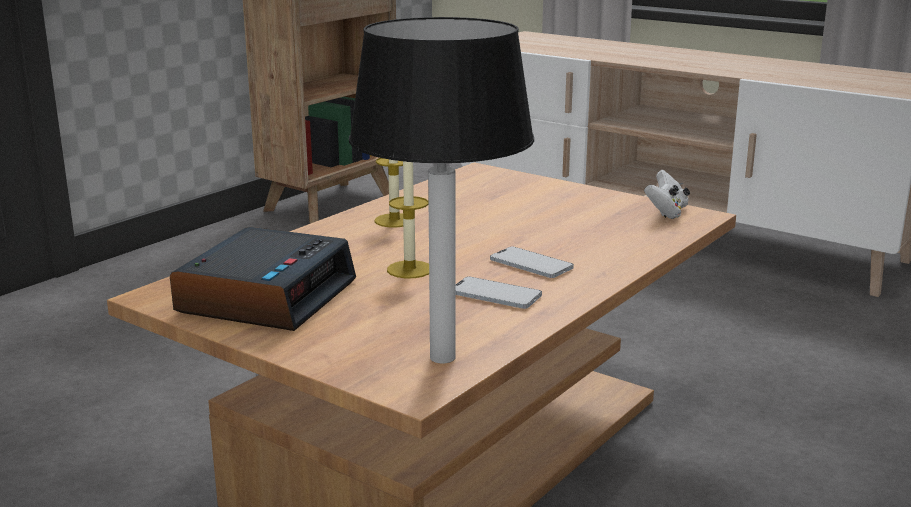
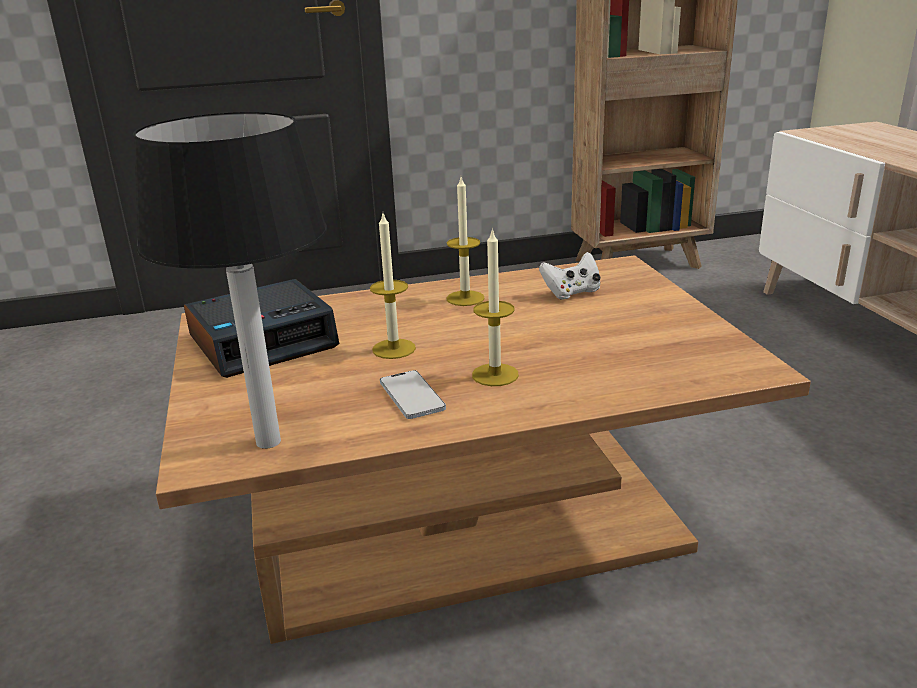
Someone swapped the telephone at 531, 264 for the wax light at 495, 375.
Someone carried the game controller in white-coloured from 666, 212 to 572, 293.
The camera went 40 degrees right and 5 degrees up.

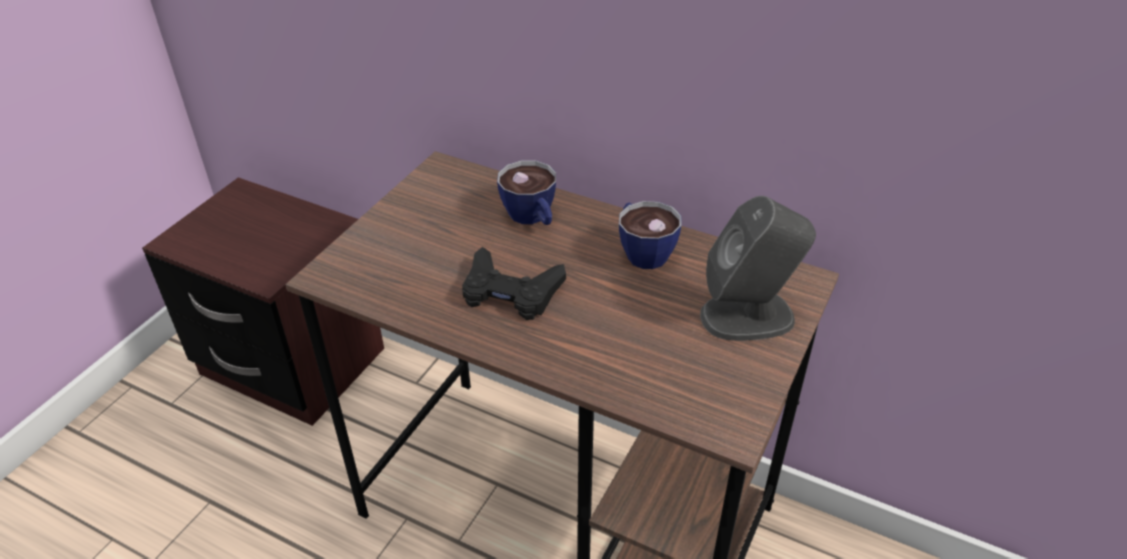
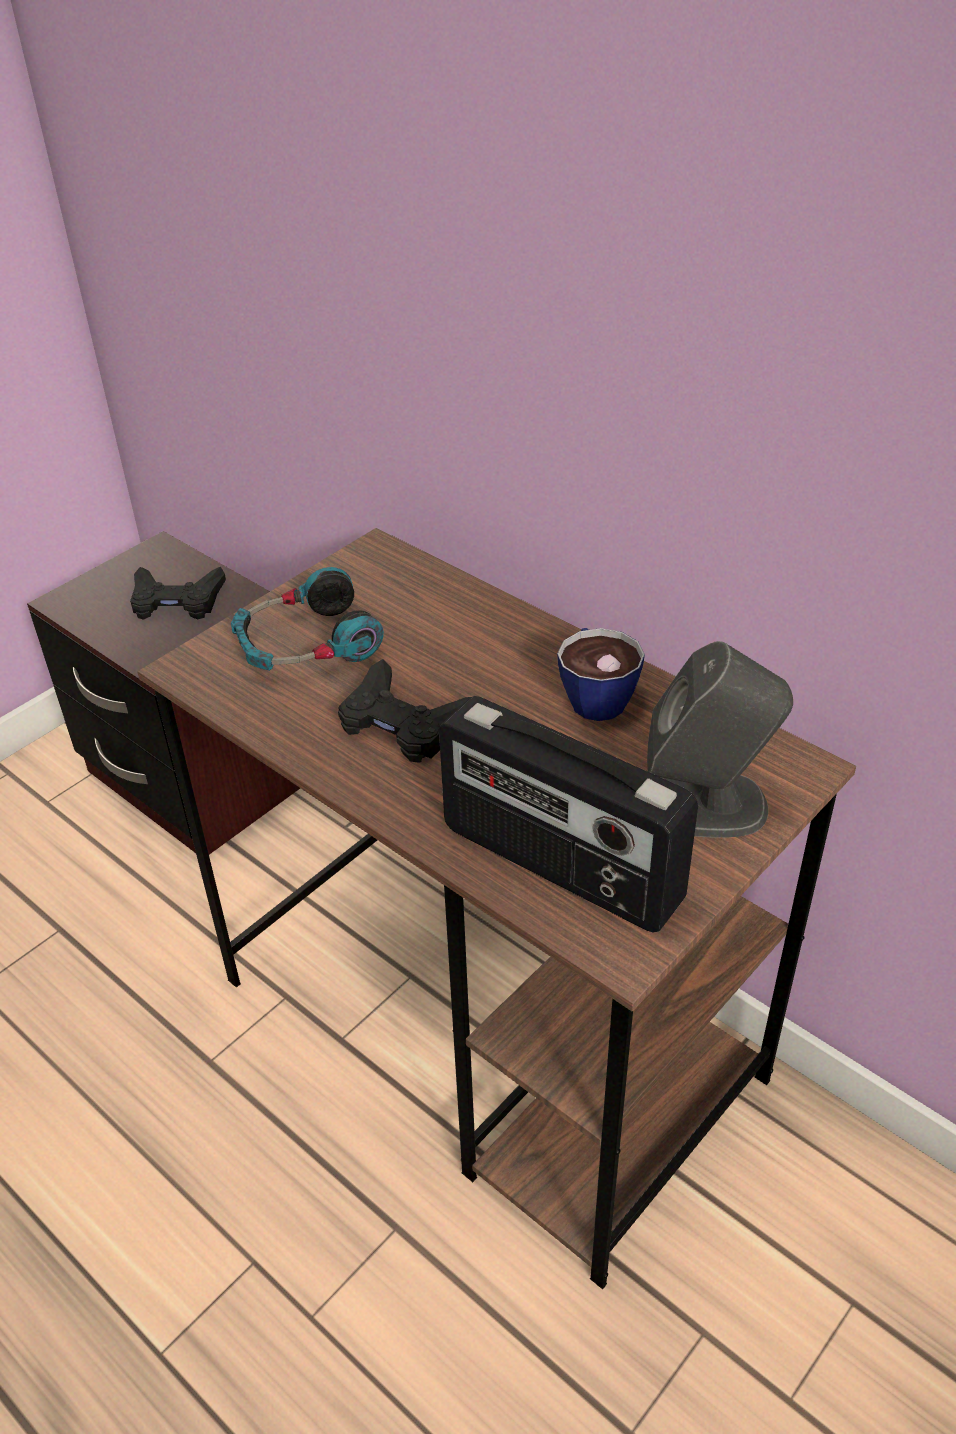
Someone took away the drinking cup at 532, 218.
Someone put down the game controller in black at 176, 601.
Someone put down the headset at 307, 644.
Someone put down the radio set at 559, 866.
The camera went 15 degrees right and 0 degrees up.

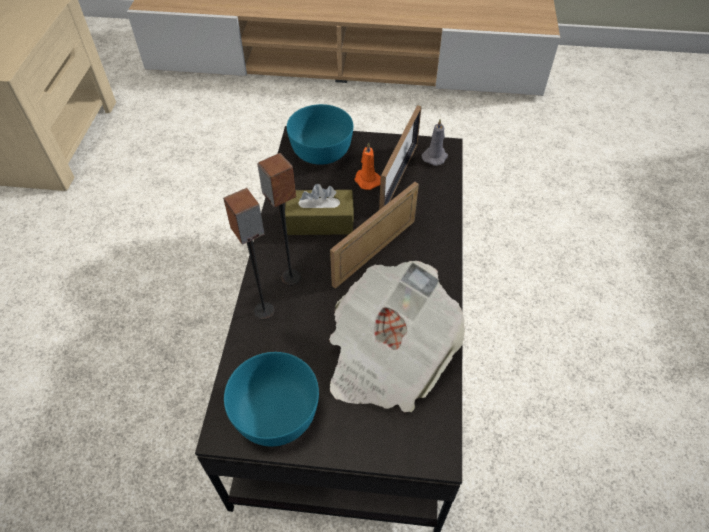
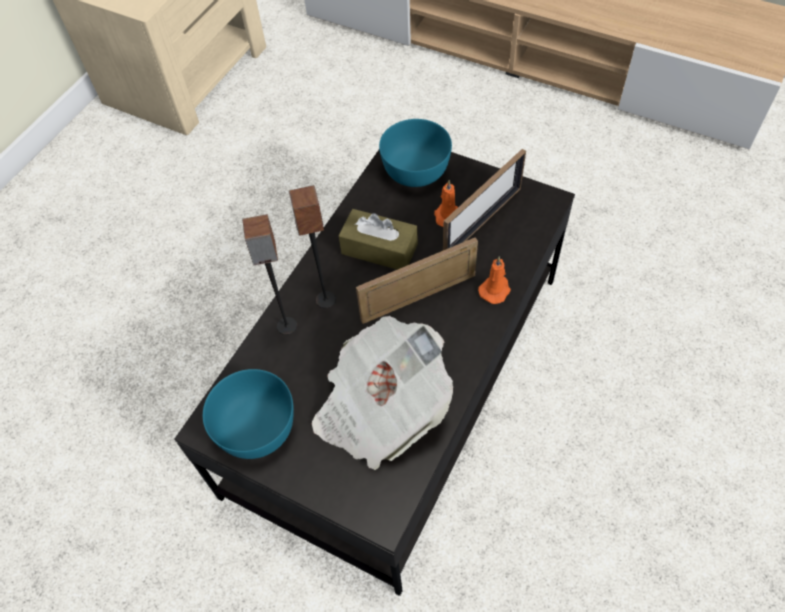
Someone took away the wax light in gray at 435, 156.
Someone put down the wax light in orange-coloured at 495, 290.
The camera went 25 degrees right and 5 degrees up.

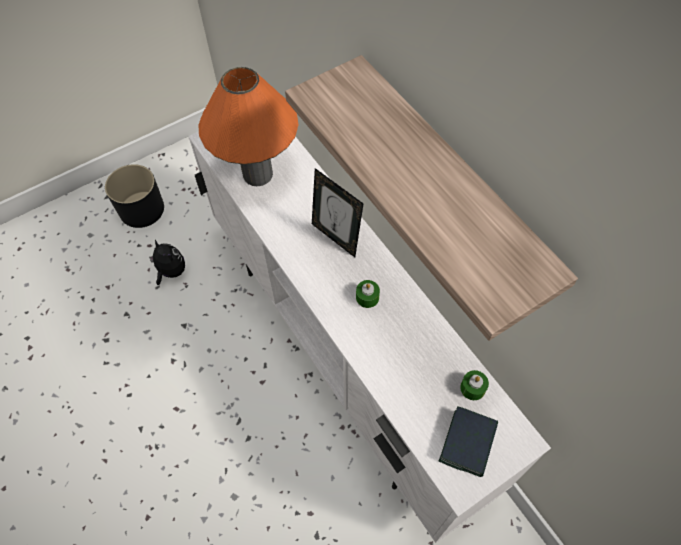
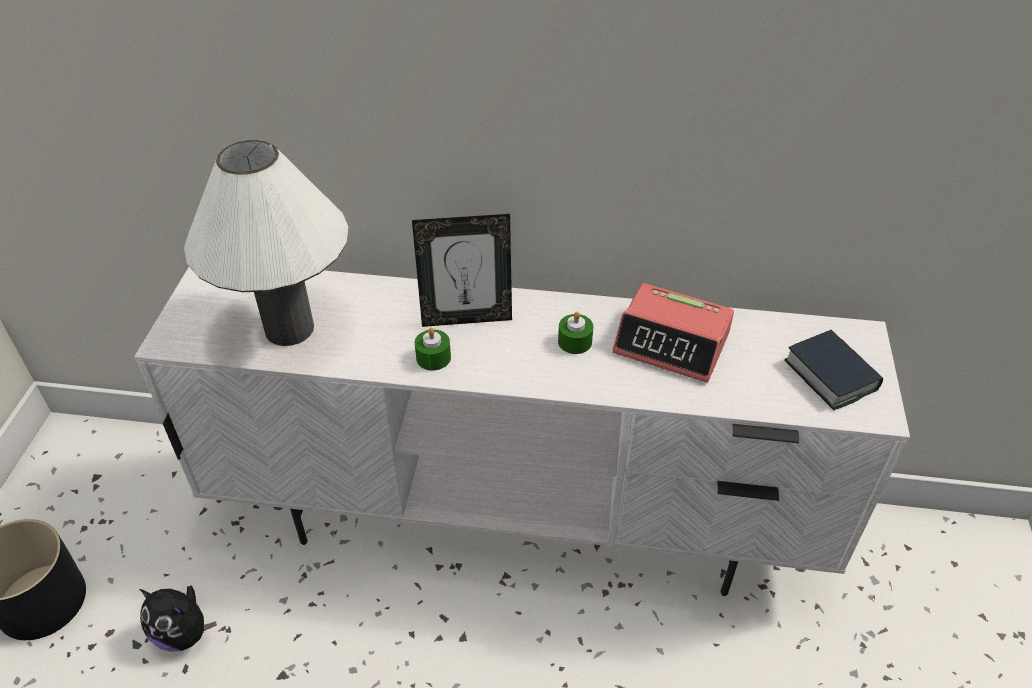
Someone rotated the plush toy at 171, 271 by 150 degrees counterclockwise.
Someone repainted the tabletop lamp in orange-coloured at 258, 174, which became the tabletop lamp in white-coloured at 289, 328.
Someone took away the bracket shelf at 451, 181.
Someone carried the wax light in green from 473, 388 to 433, 358.
Someone put down the bedside clock at 672, 343.
The camera went 50 degrees left and 15 degrees down.

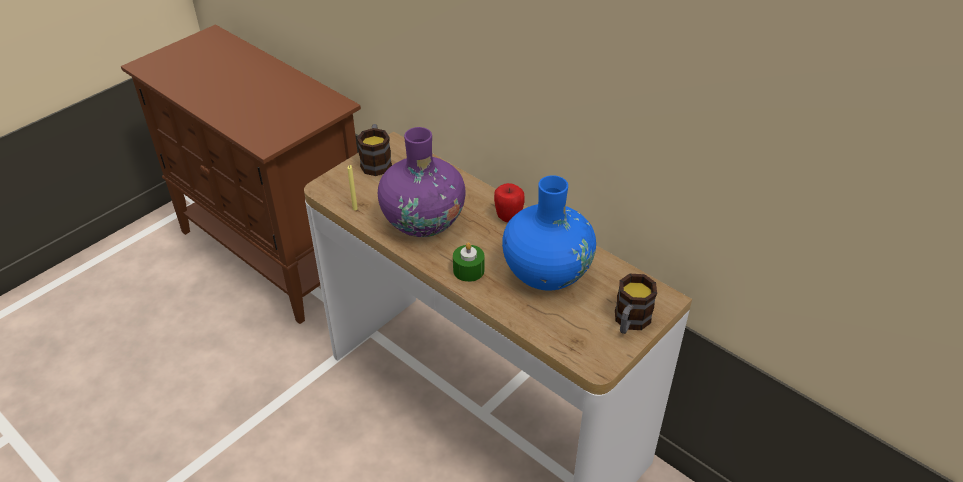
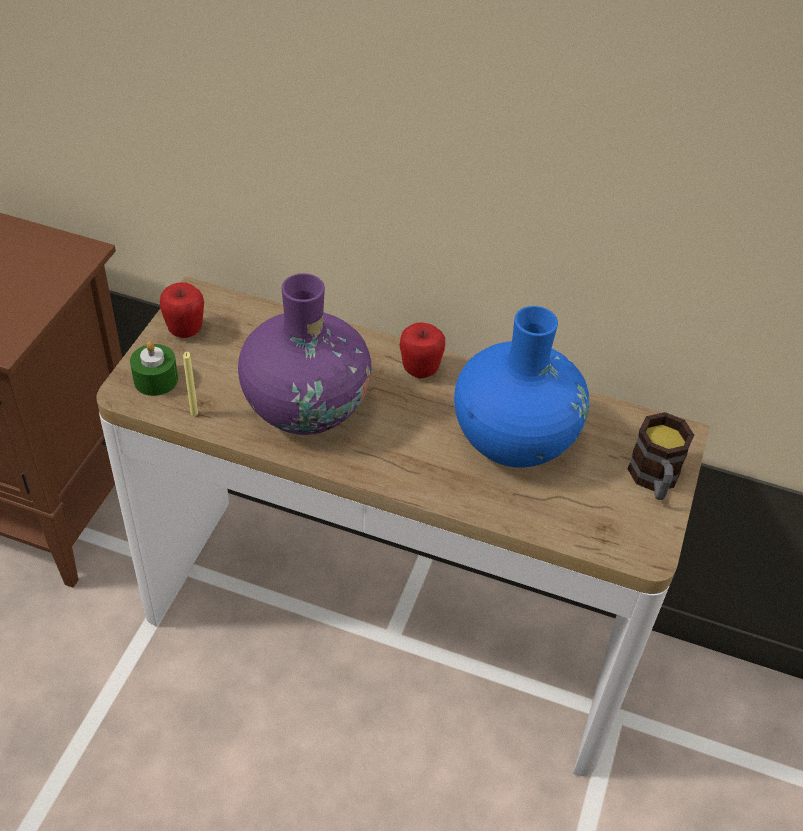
Someone swapped the tea mug at 376, 161 for the apple at 185, 330.
Someone carried the wax light in green from 468, 270 to 155, 379.
The camera went 25 degrees left and 5 degrees up.

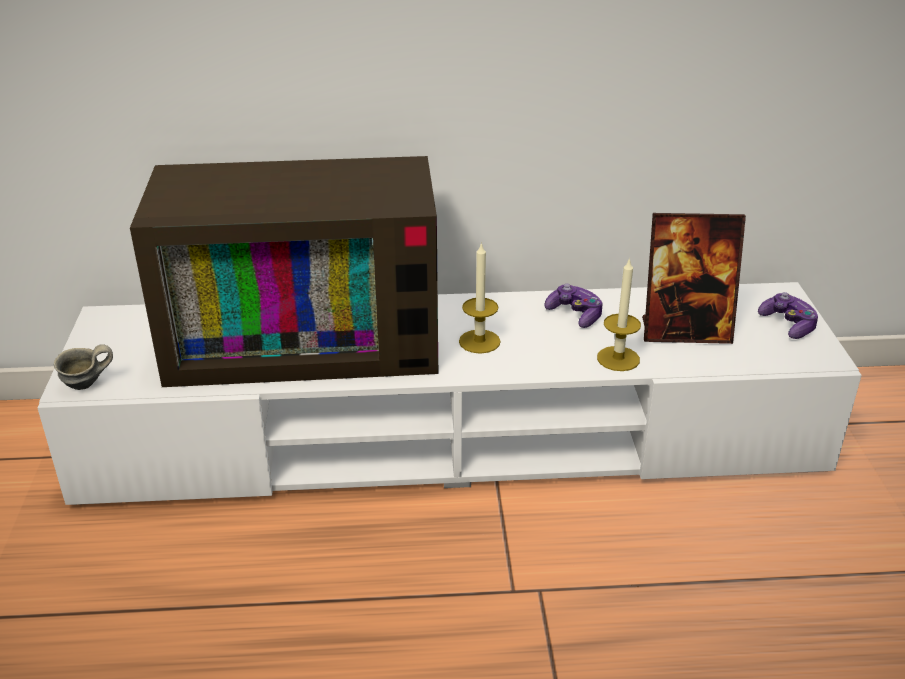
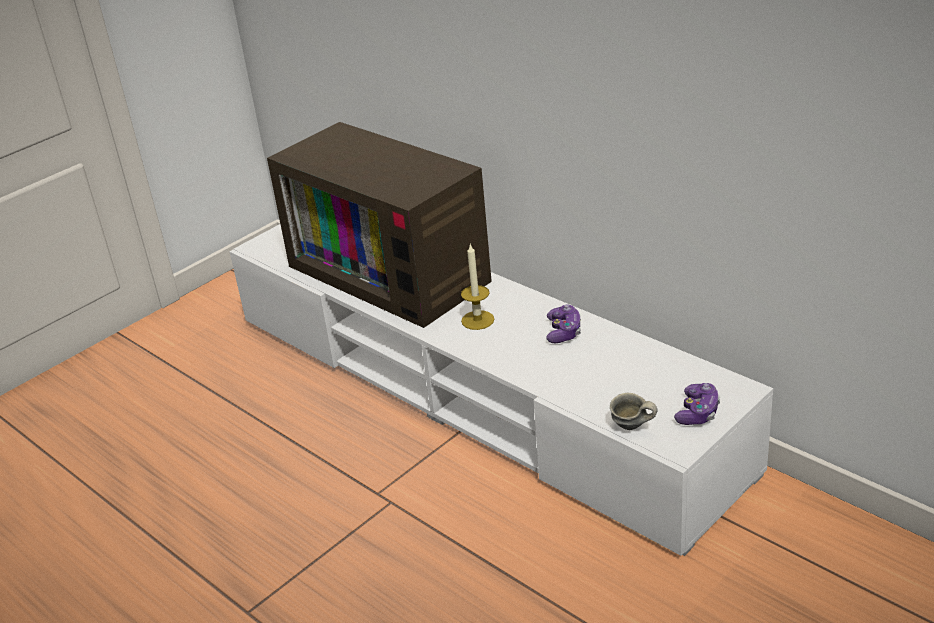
Someone carried the tea mug in gray from 87, 386 to 631, 428.
Someone took away the wax light at 618, 358.
Someone took away the photo frame at 685, 332.
The camera went 50 degrees right and 0 degrees up.

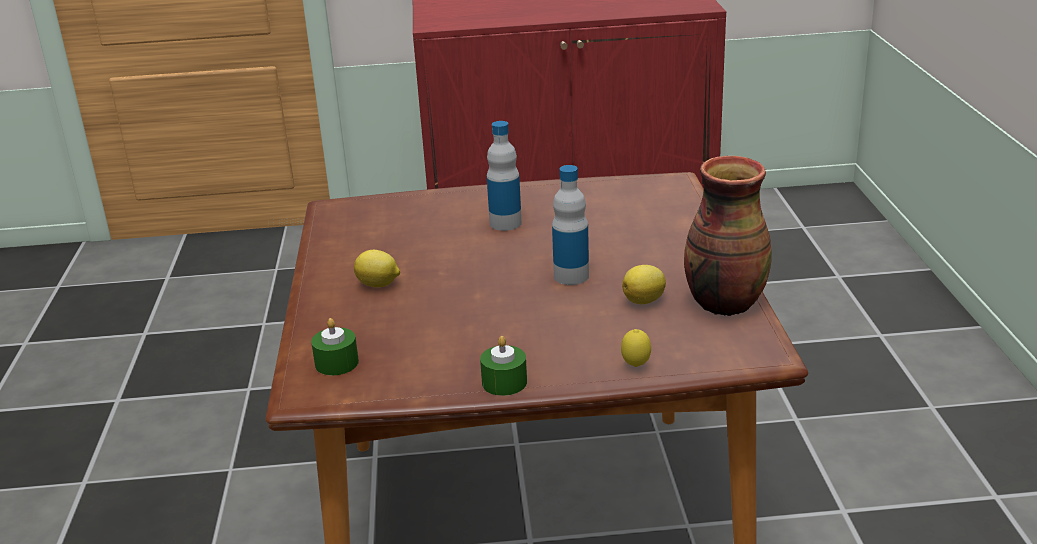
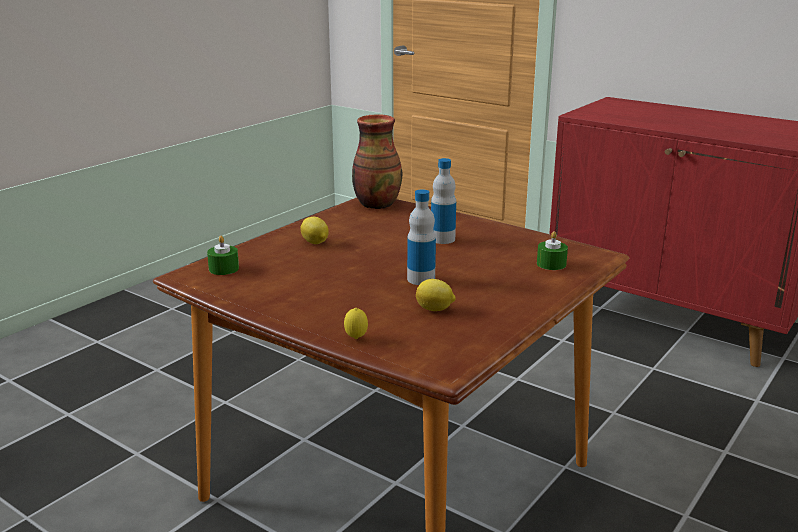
Someone carried the wax light in green from 504, 382 to 551, 264.
Someone carried the vase from 723, 303 to 376, 204.
The camera went 40 degrees right and 5 degrees down.

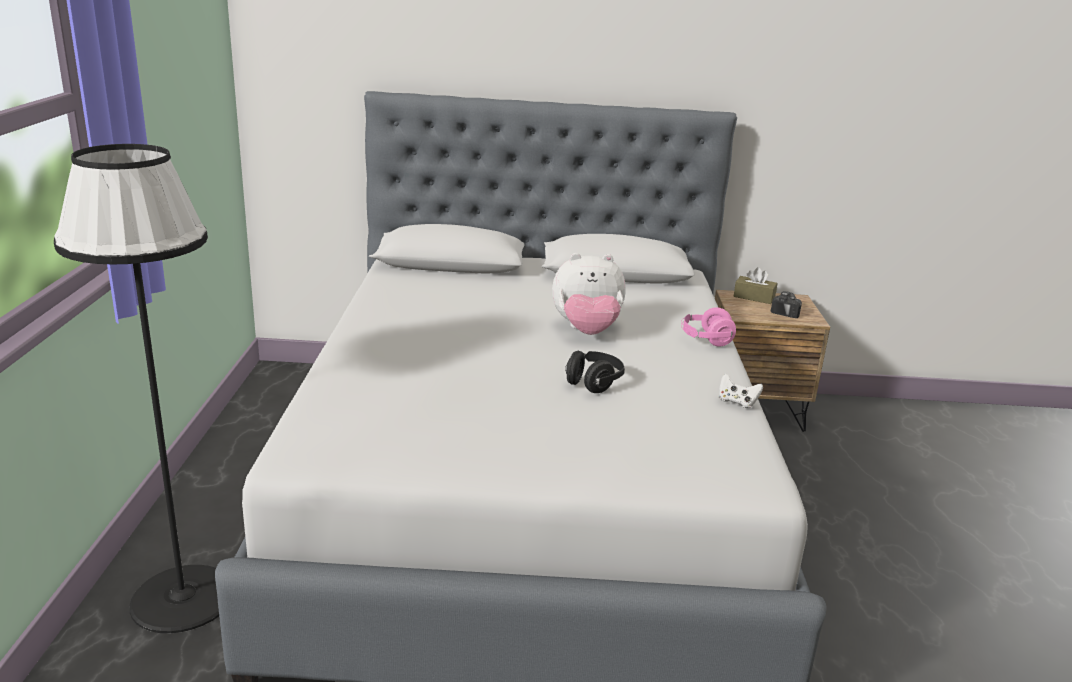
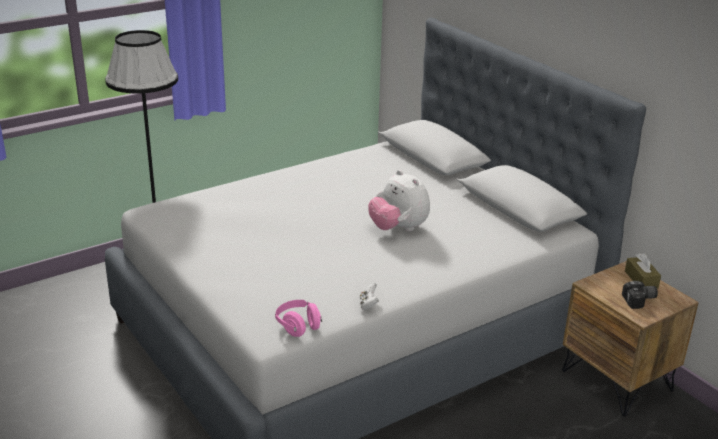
Someone took away the headset in black at 593, 383.
Someone carried the headset in pink from 705, 340 to 298, 326.
The camera went 55 degrees right and 5 degrees up.

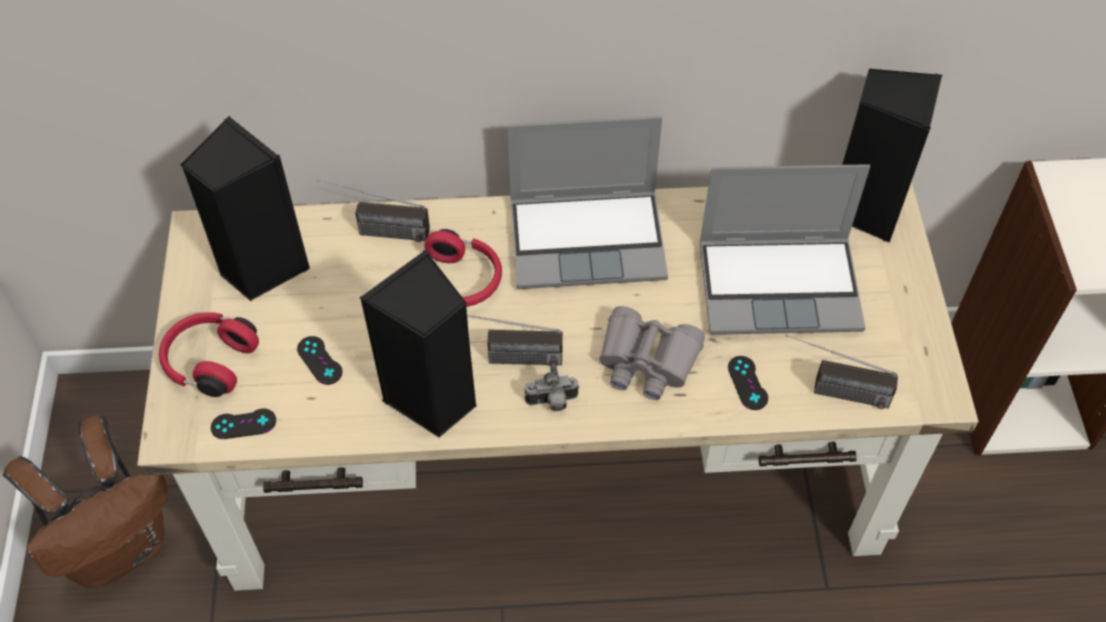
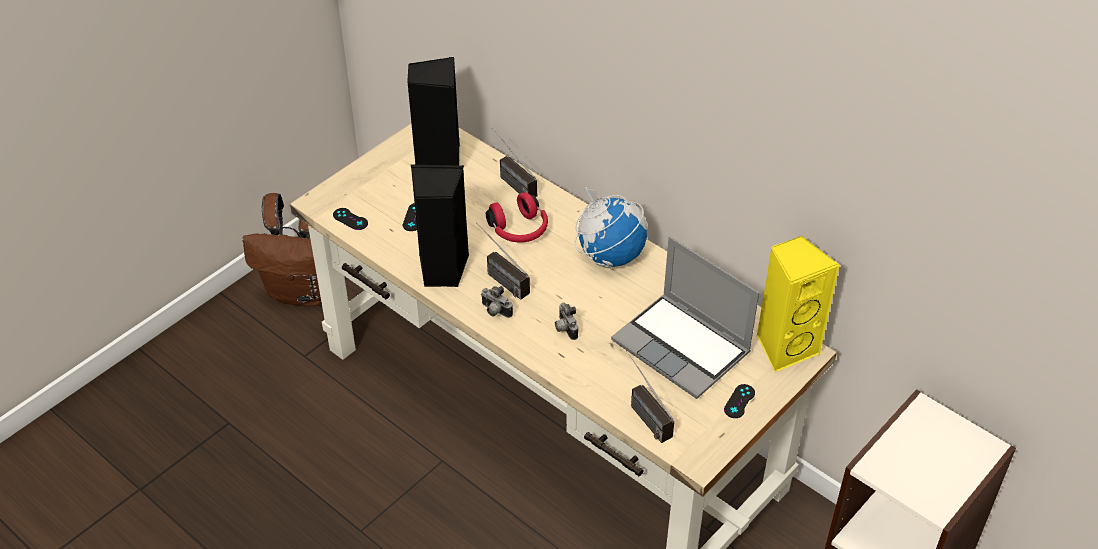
Someone took away the headset in red-coloured at 209, 361.
Someone swapped the laptop at 589, 239 for the world globe at 610, 256.
Someone swapped the binoculars in gray at 647, 361 for the still camera at 564, 328.
Someone carried the game controller in black from 747, 383 to 739, 401.
Someone repainted the loudspeaker in black at 864, 208, which became the loudspeaker in yellow at 785, 347.
The camera went 45 degrees right and 10 degrees down.

